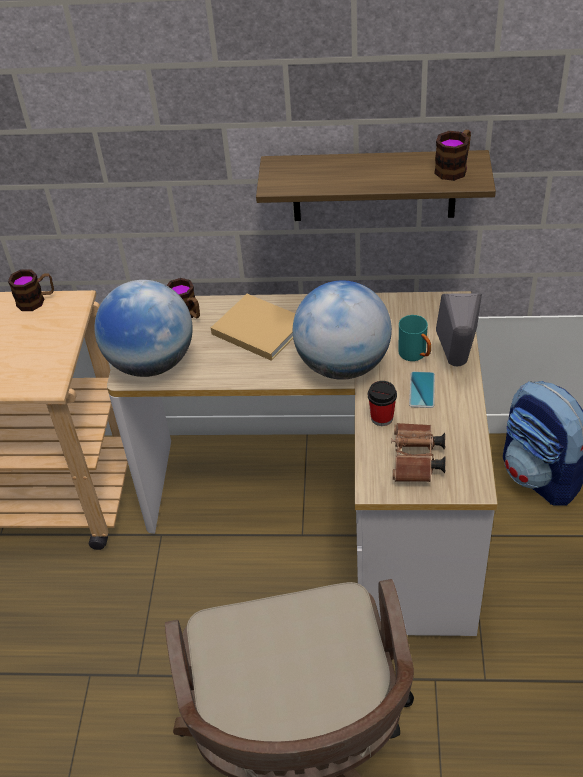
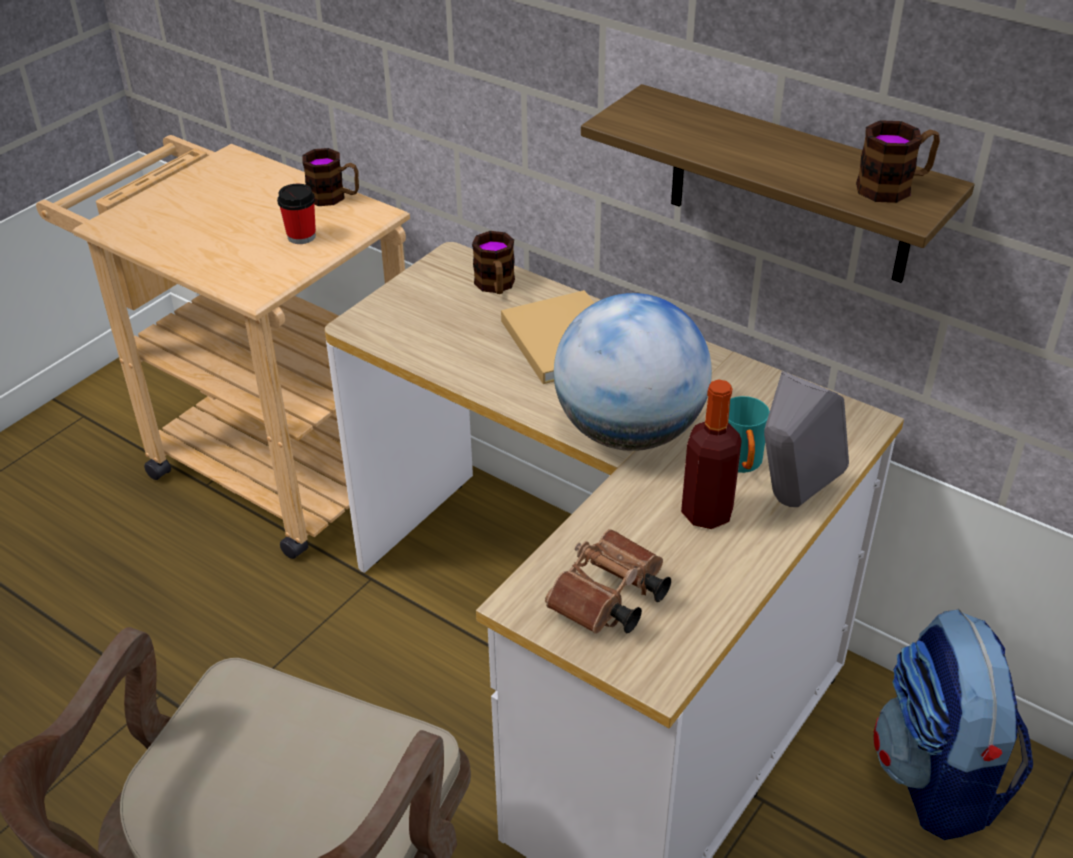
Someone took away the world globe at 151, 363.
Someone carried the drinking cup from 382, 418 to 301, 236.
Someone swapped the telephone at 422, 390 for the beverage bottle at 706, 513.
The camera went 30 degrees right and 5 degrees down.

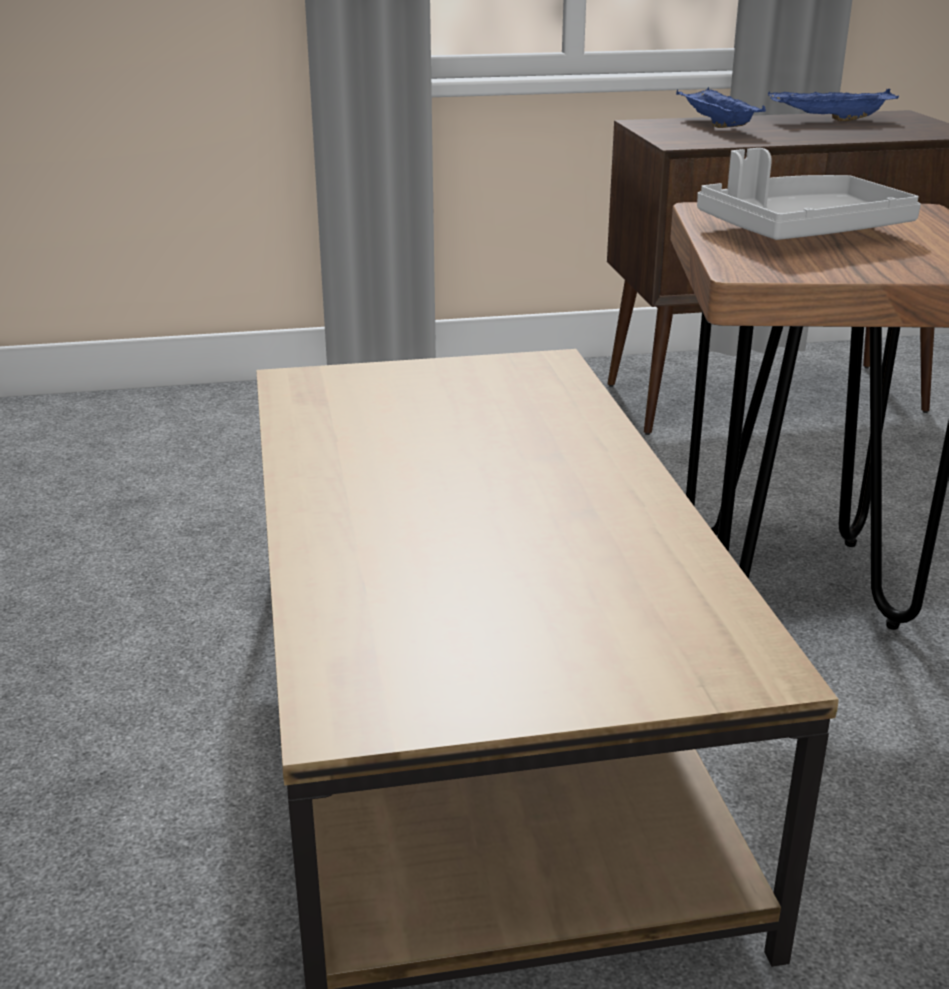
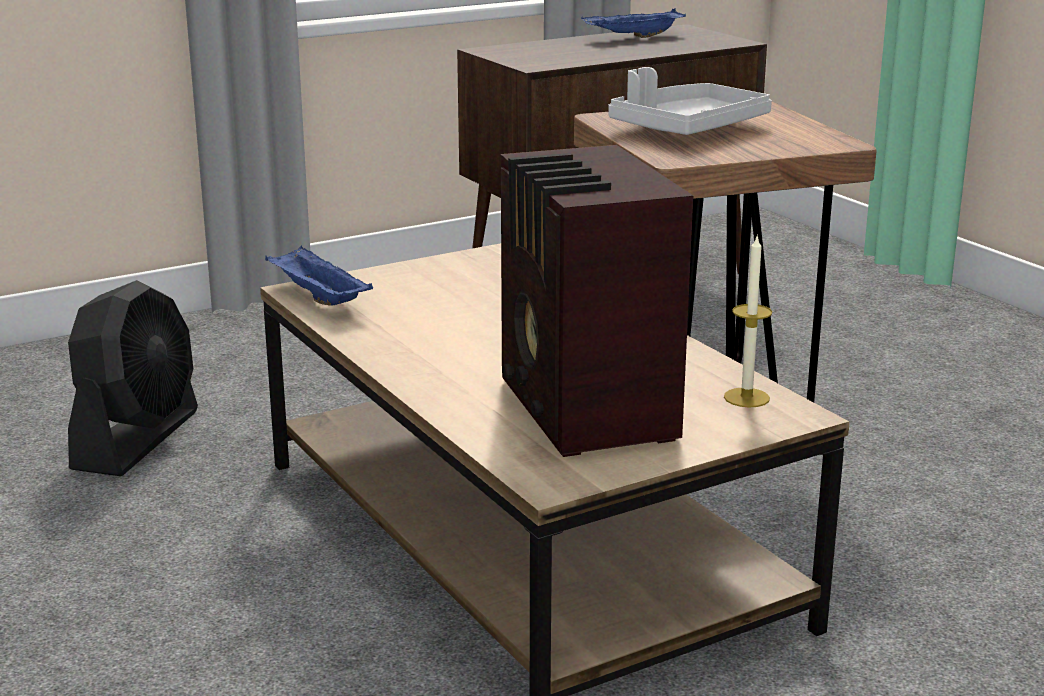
Someone carried the tray in blue from 715, 124 to 317, 297.
Someone put down the cooling fan in black at 137, 439.
Someone put down the radio set at 585, 412.
Someone put down the wax light at 746, 398.
The camera went 20 degrees left and 5 degrees down.

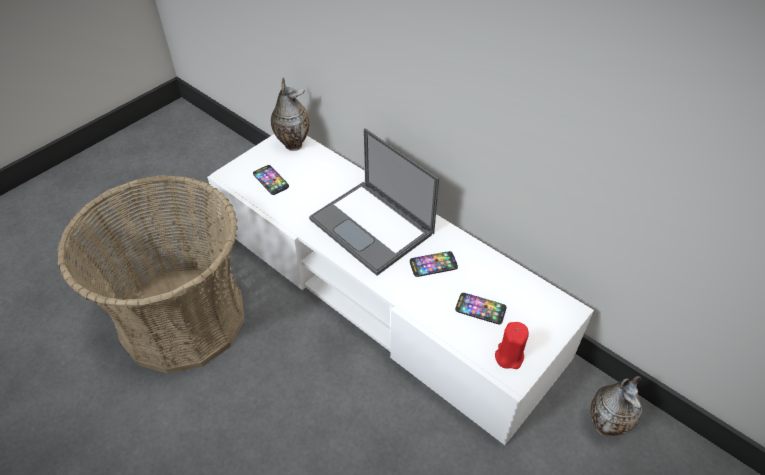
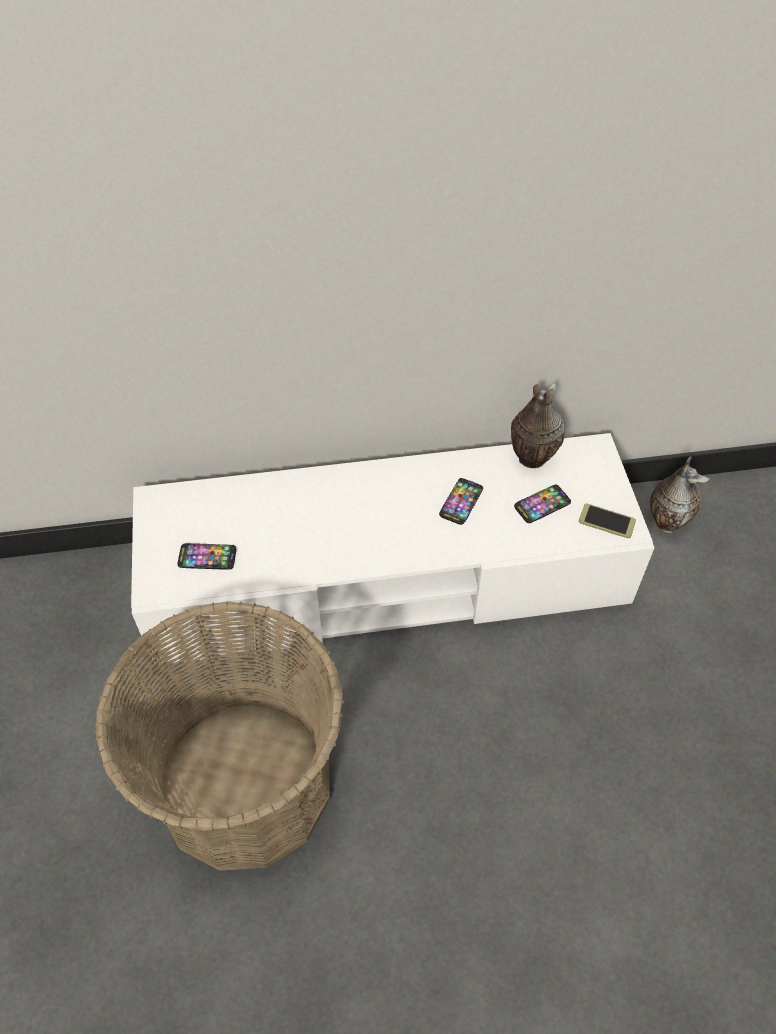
Someone carried the vase from 292, 143 to 530, 459.
Someone took away the laptop at 373, 227.
Someone swapped the wax light in red-coloured at 509, 356 for the telephone at 607, 521.
The camera went 50 degrees left and 5 degrees up.

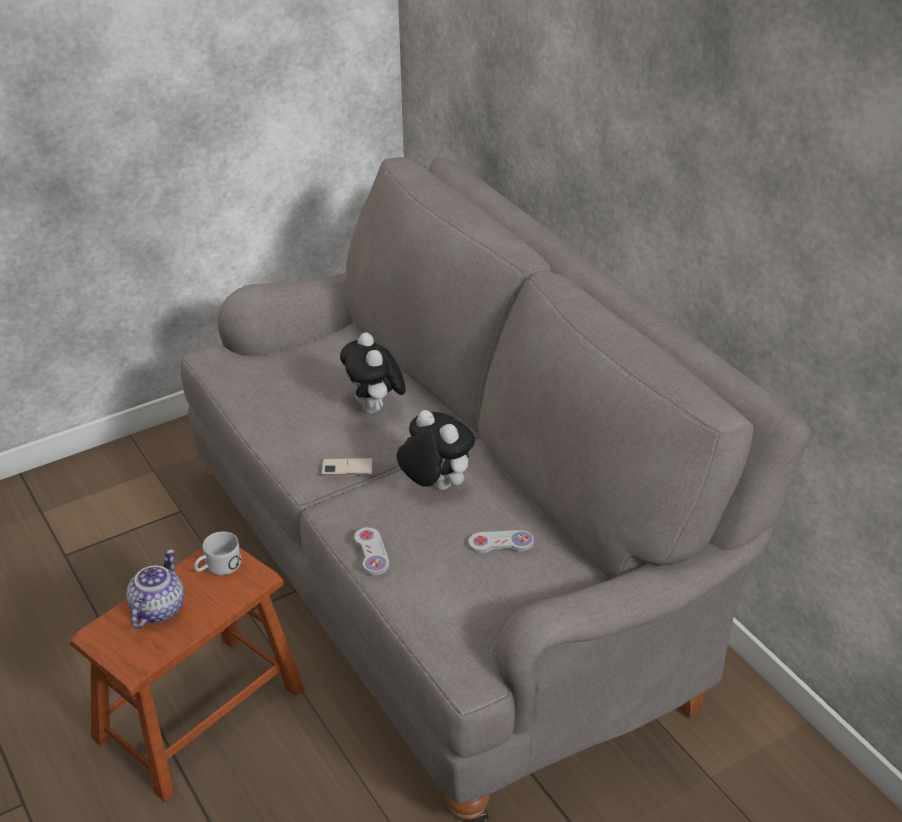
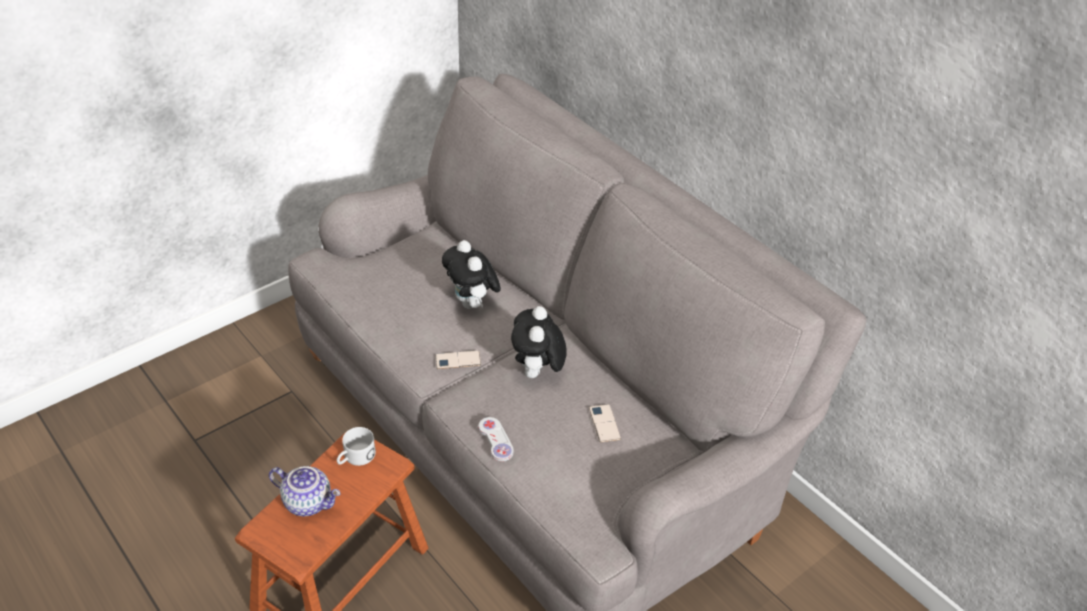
Someone rotated the teapot at 157, 609 by 105 degrees clockwise.
Someone rotated the plush toy at 435, 486 by 120 degrees counterclockwise.
Someone swapped the game controller in white-coloured at 501, 543 for the telephone at 604, 423.
The camera went 10 degrees left and 5 degrees up.

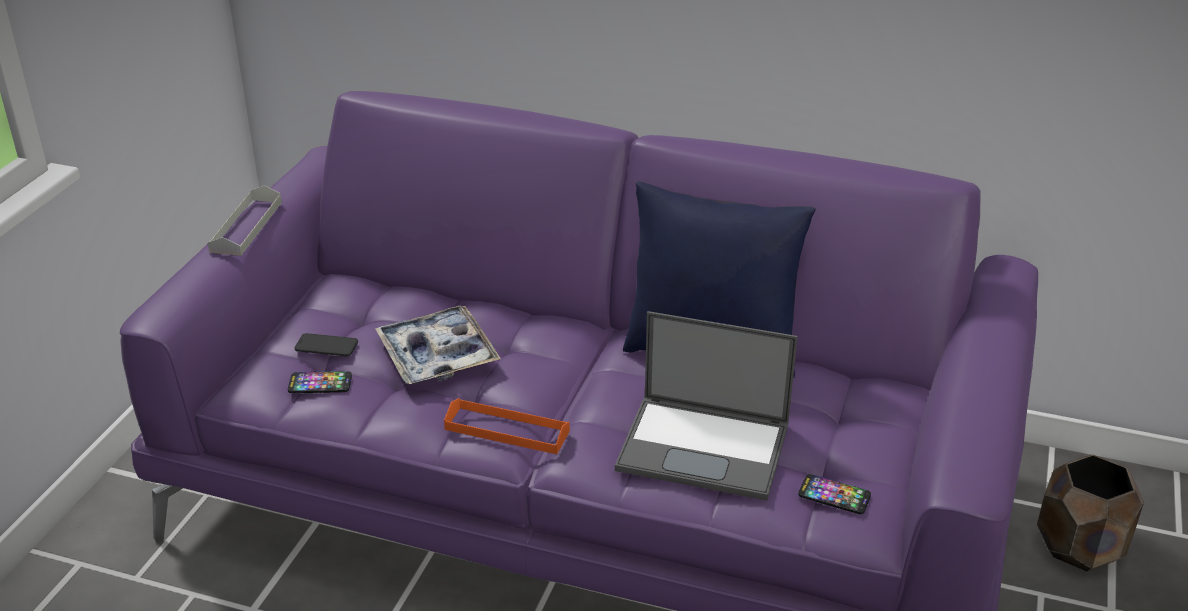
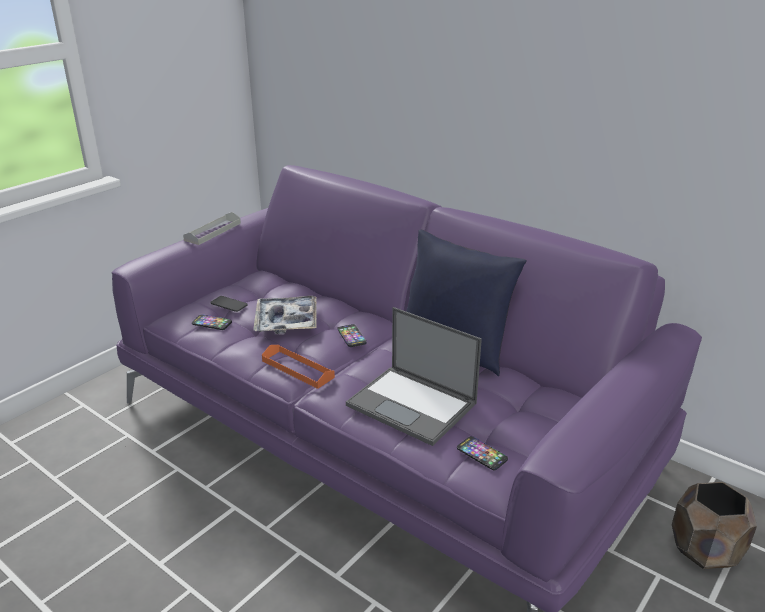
Someone put down the telephone at 351, 336.
The camera went 20 degrees right and 5 degrees down.

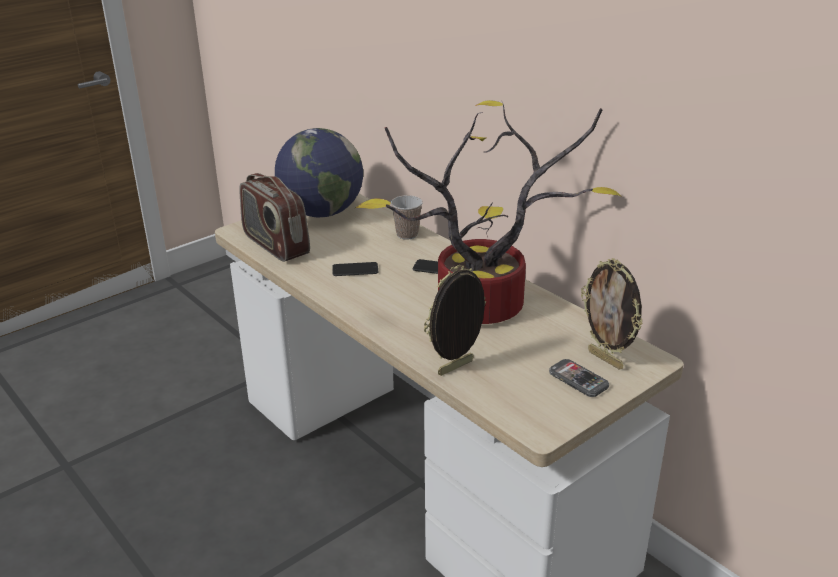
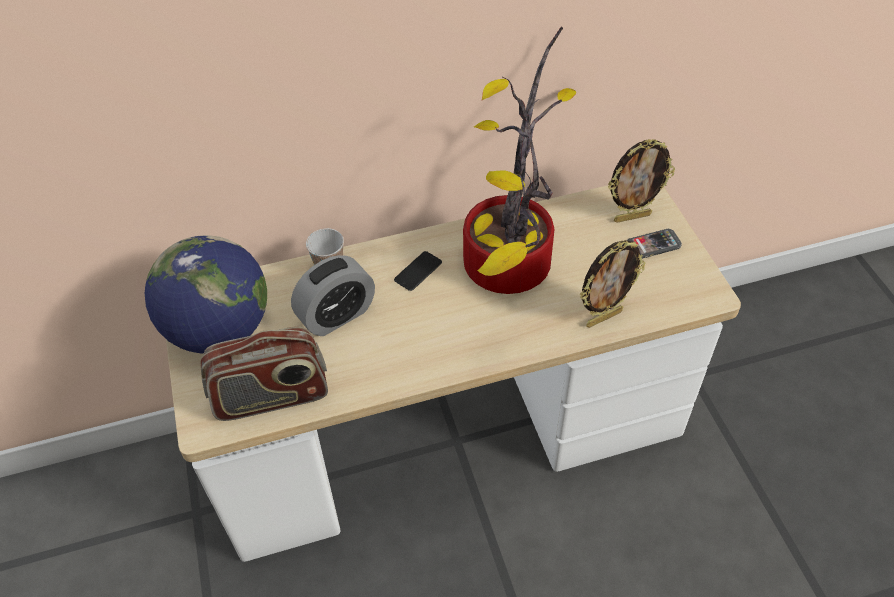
Someone took away the telephone at 355, 270.
Someone rotated the photo frame at 456, 368 by 105 degrees counterclockwise.
Someone put down the bedside clock at 337, 315.
The camera went 65 degrees left and 20 degrees up.

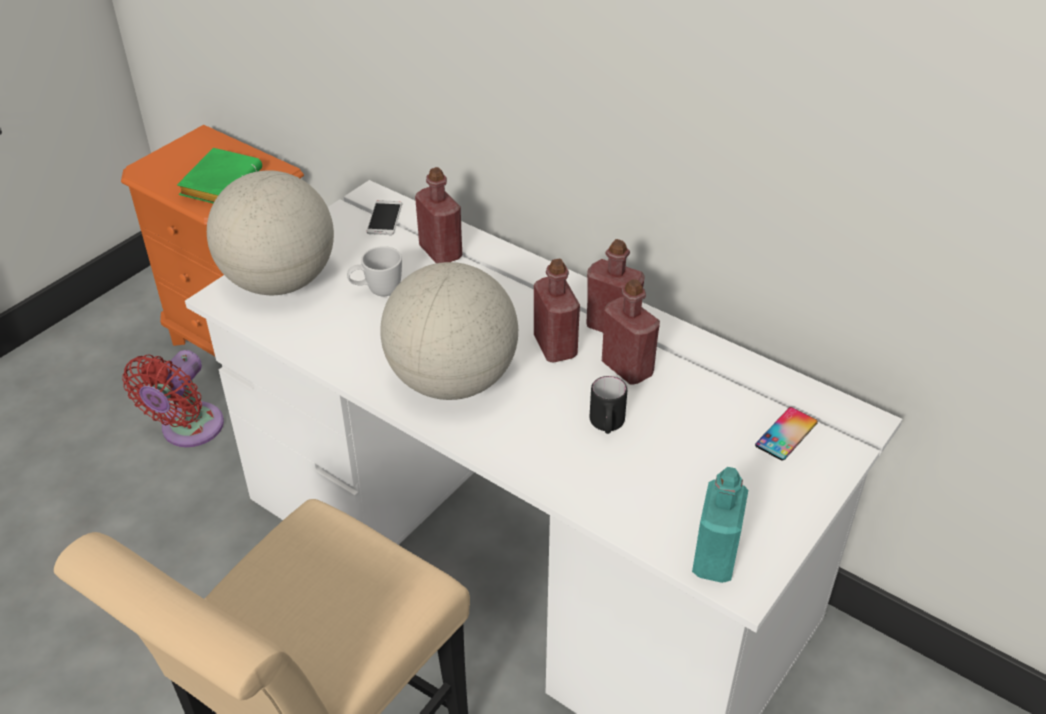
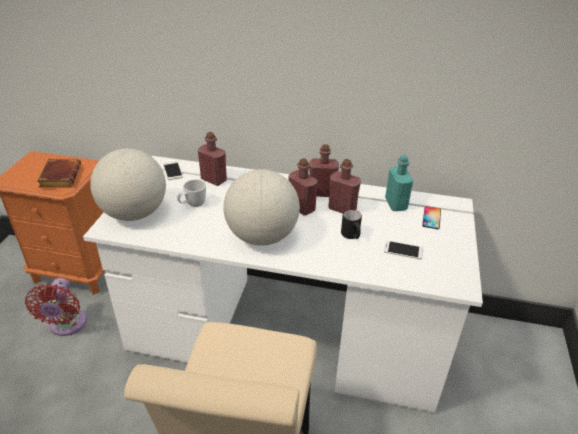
Someone repainted the volume in green at 220, 182, which became the volume in brownish at 59, 176.
Someone carried the beverage bottle in turquoise-coloured from 714, 559 to 396, 204.
Someone put down the telephone at 403, 250.
The camera went 25 degrees left and 5 degrees down.

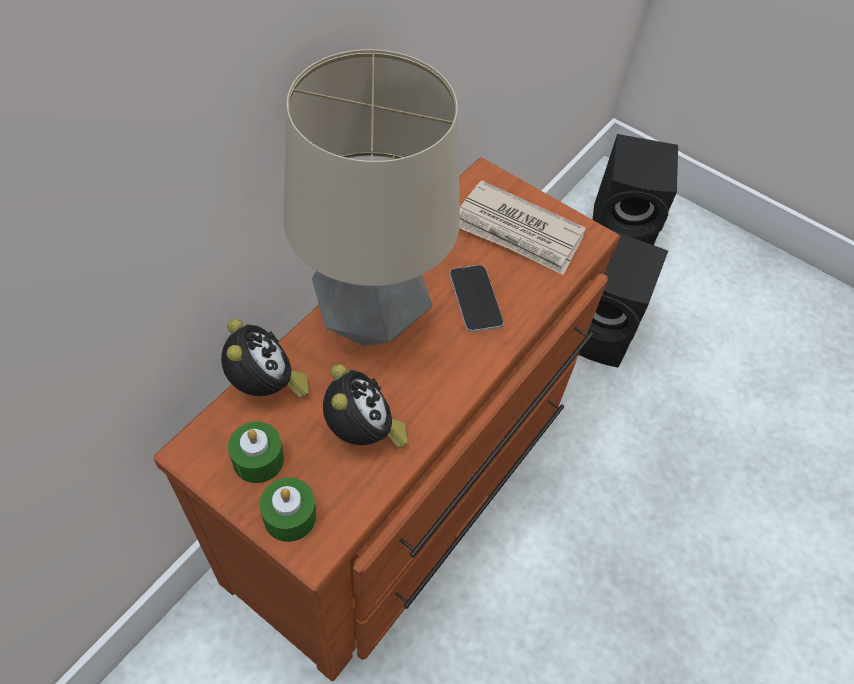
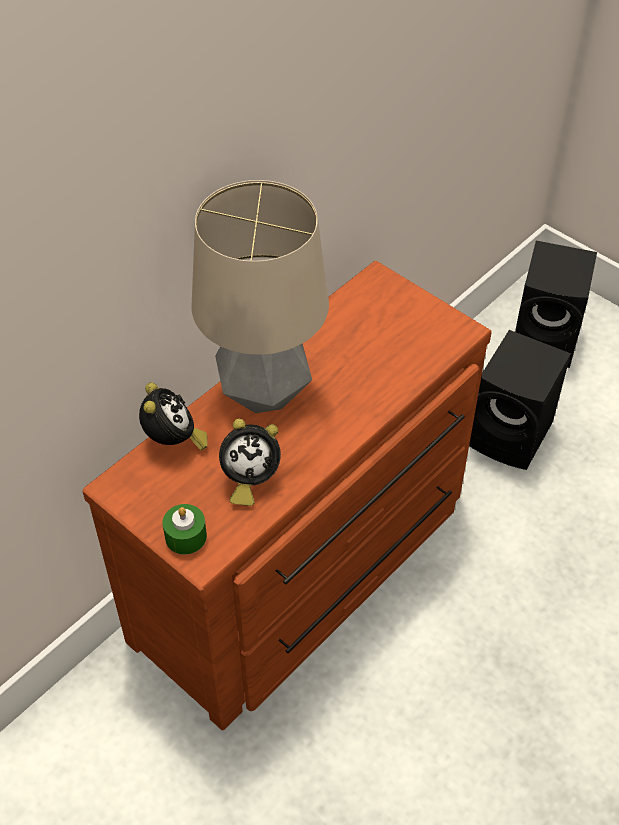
Someone took away the wax light in green at 258, 459.
Someone rotated the bedside clock at 363, 433 by 90 degrees clockwise.
Someone took away the telephone at 475, 299.
Someone took away the newspaper at 518, 232.
The camera went 10 degrees right and 5 degrees down.

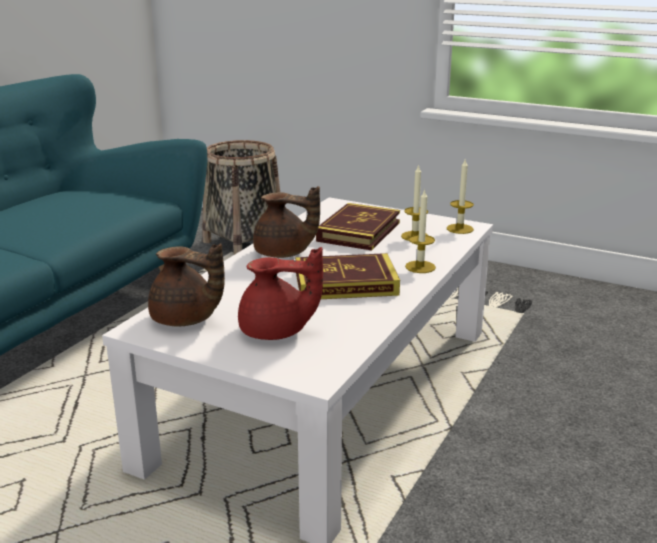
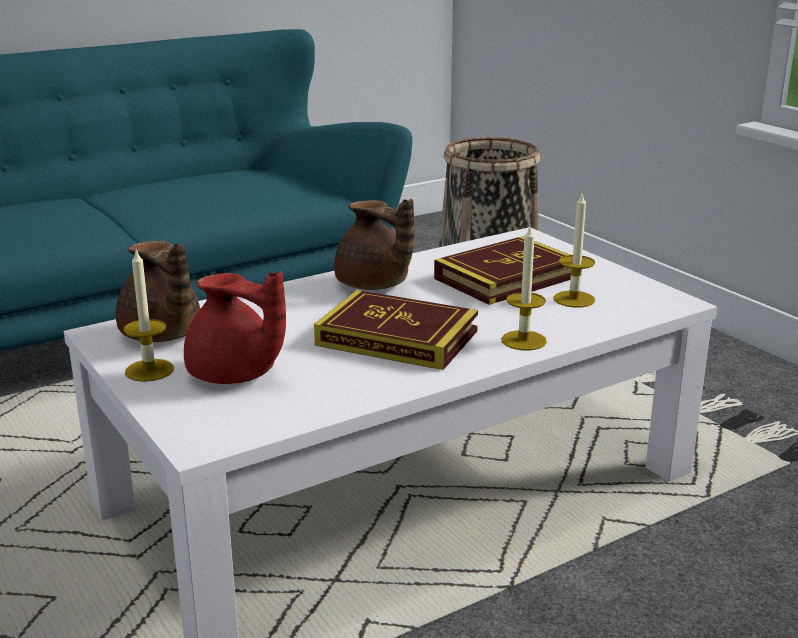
Someone carried the wax light from 460, 229 to 149, 370.
The camera went 30 degrees right and 0 degrees up.

